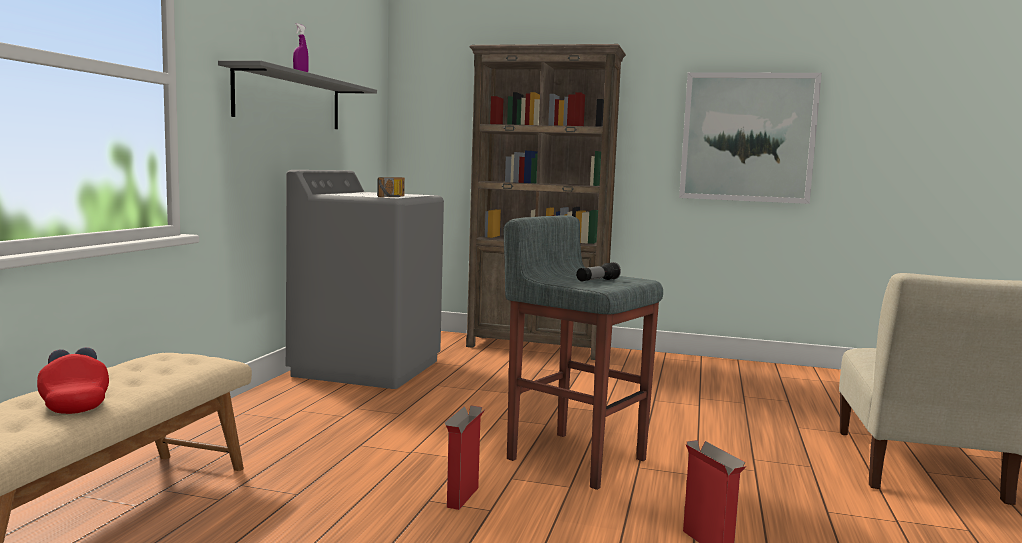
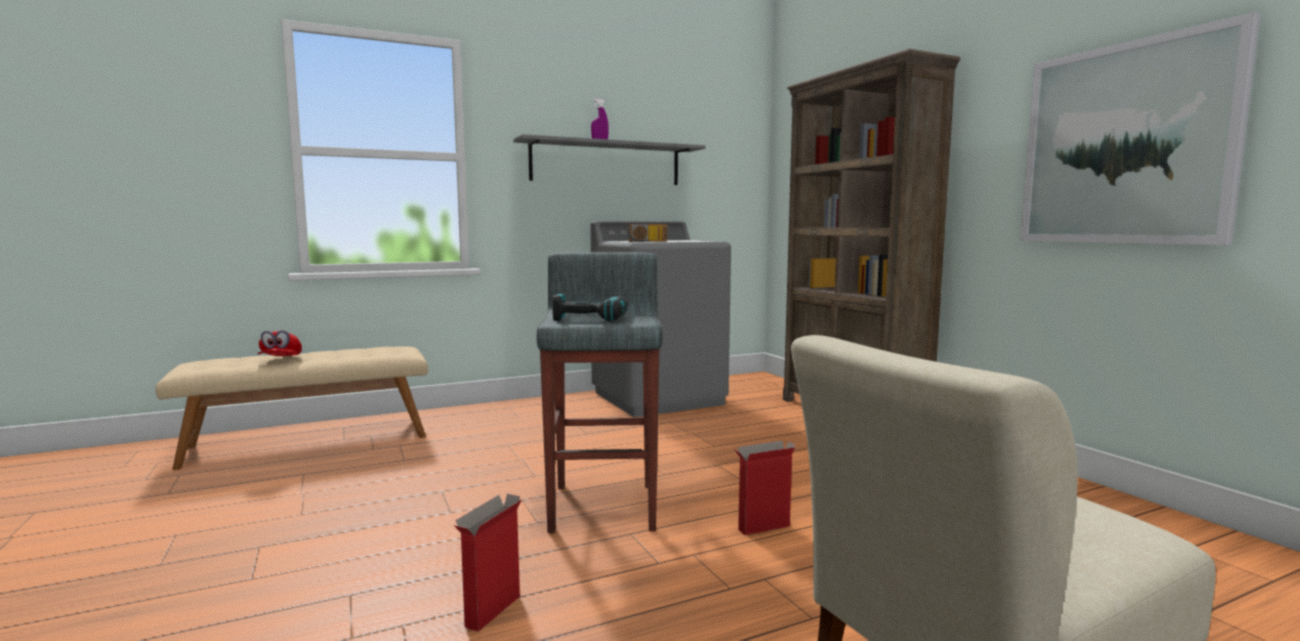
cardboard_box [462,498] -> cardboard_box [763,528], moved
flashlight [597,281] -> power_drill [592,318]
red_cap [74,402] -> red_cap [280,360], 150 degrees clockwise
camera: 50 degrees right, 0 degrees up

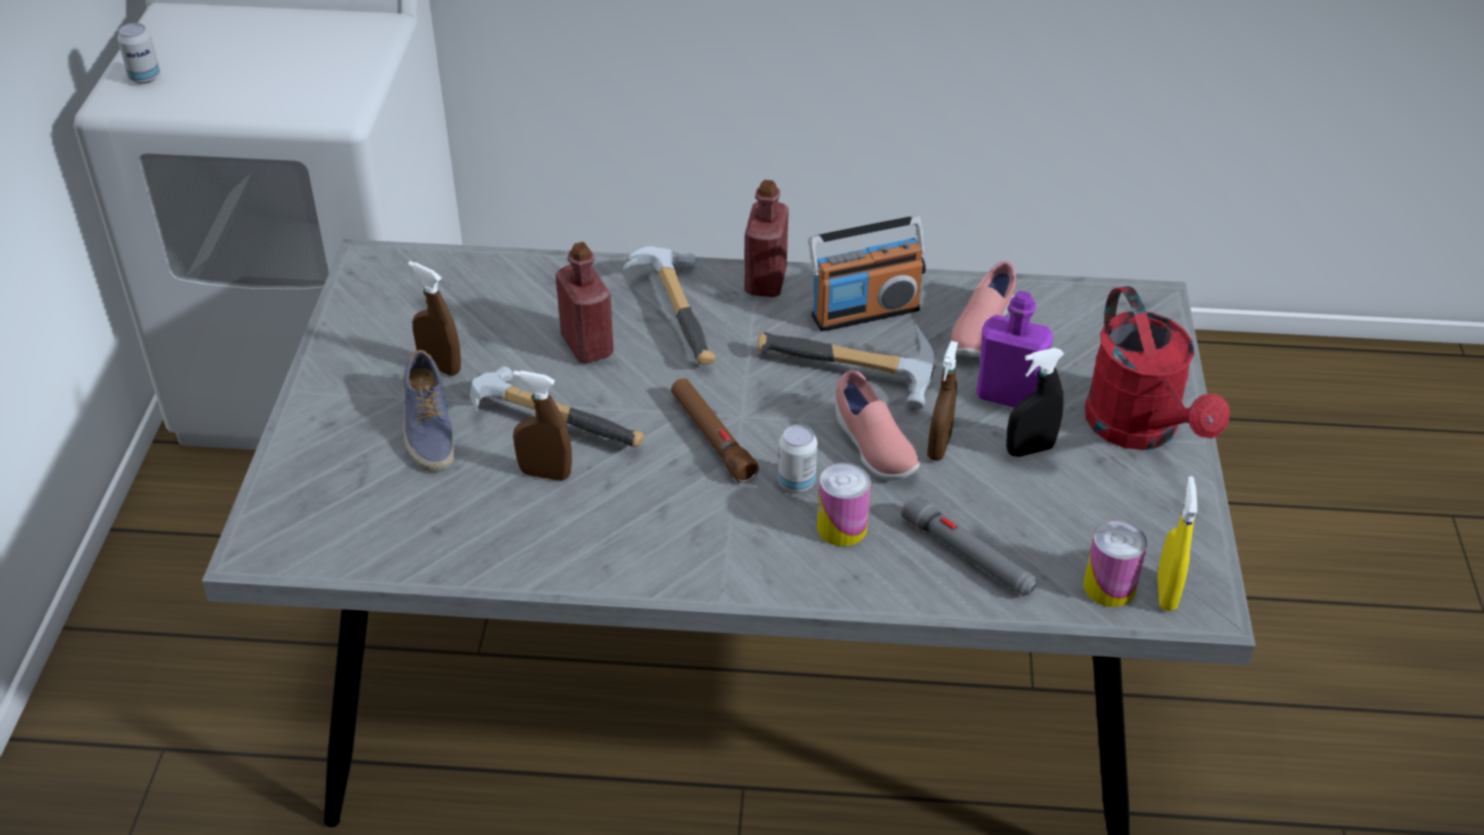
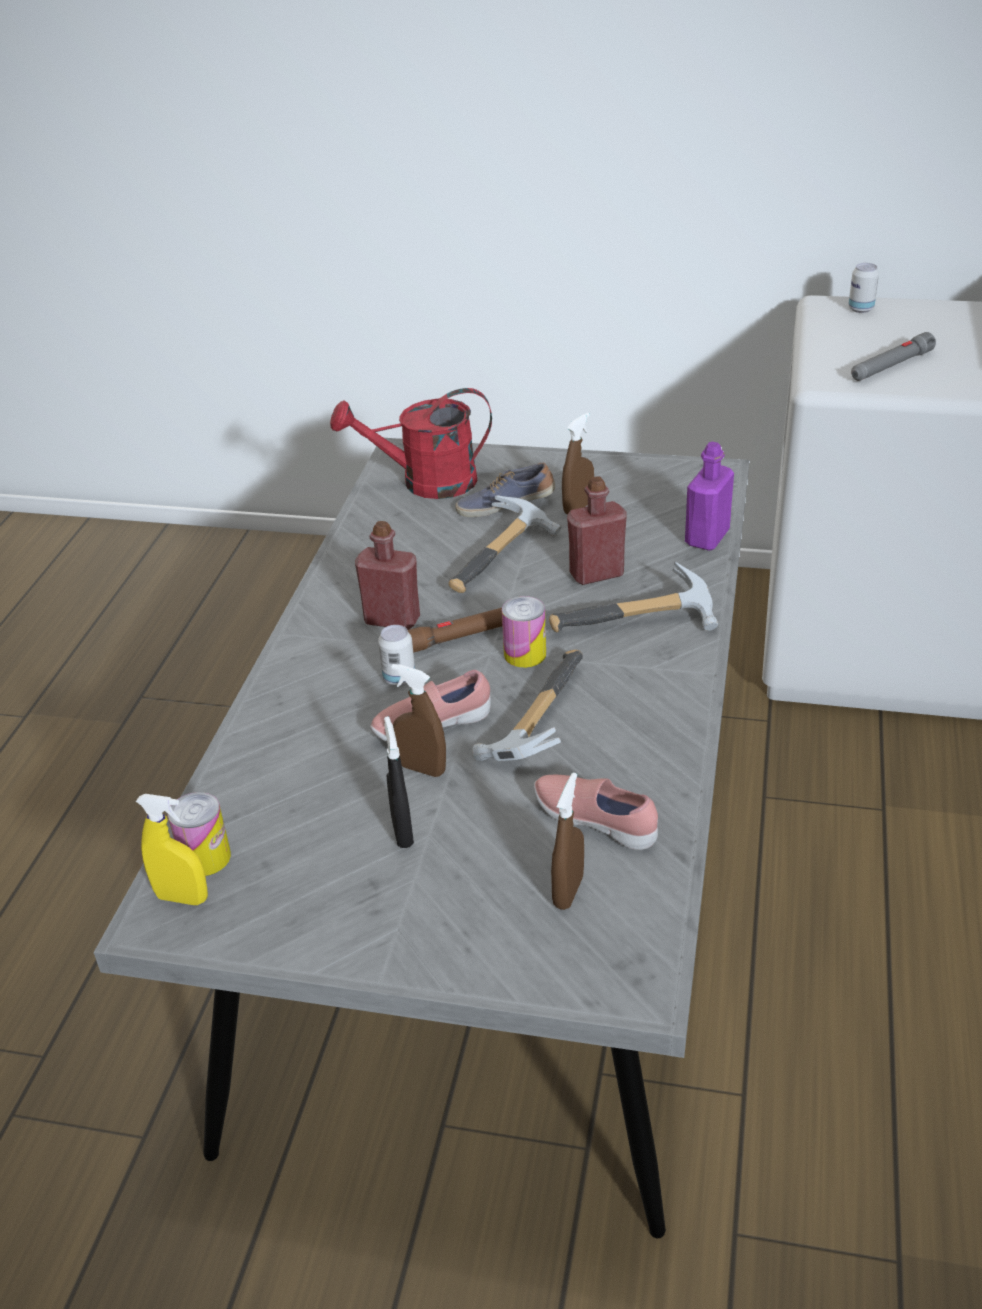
radio [865,312] -> none
brown_spray_bottle [545,474] -> brown_spray_bottle [568,891], moved
red_bottle [765,281] -> red_bottle [392,619], moved
can [842,528] -> can [525,654], moved
grey_flashlight [967,555] -> grey_flashlight [891,366], moved
purple_bottle [1007,395] -> purple_bottle [707,537], moved
red_watering_can [1140,430] -> red_watering_can [425,483], moved
camera: 100 degrees right, 5 degrees down

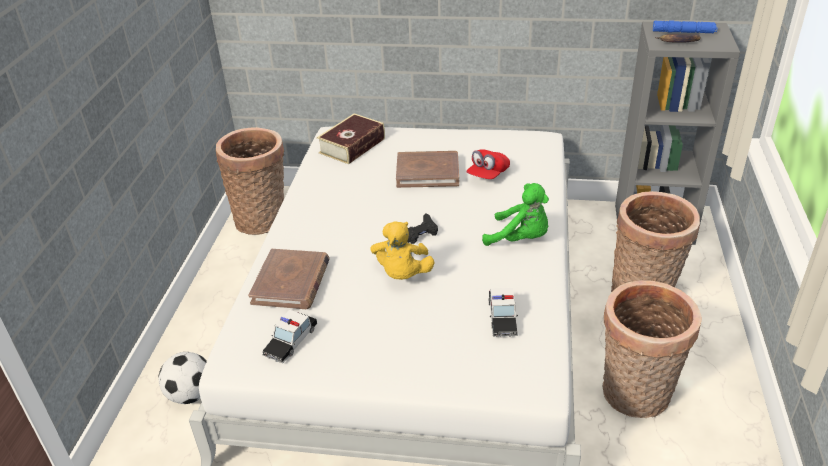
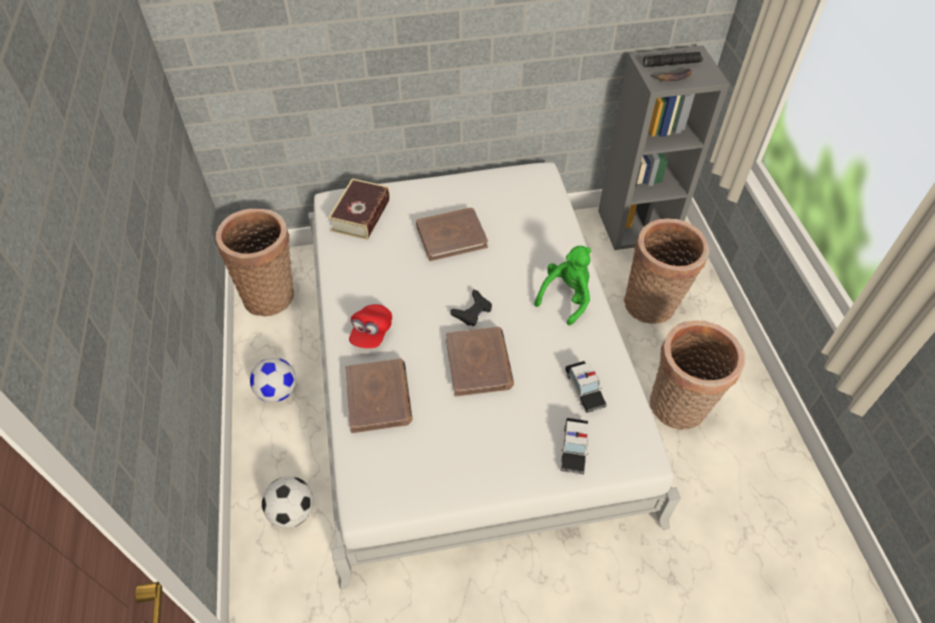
none -> football [277,391]
toy_car [291,341] -> toy_car [574,448], moved
red_cap [488,175] -> red_cap [371,333], moved
yellow_plush_toy [402,274] -> brown_book [479,363]
blue_flashlight [683,32] -> black_flashlight [671,64]
green_plush_toy [520,239] -> green_plush_toy [566,297], 60 degrees counterclockwise
camera: 20 degrees left, 15 degrees up

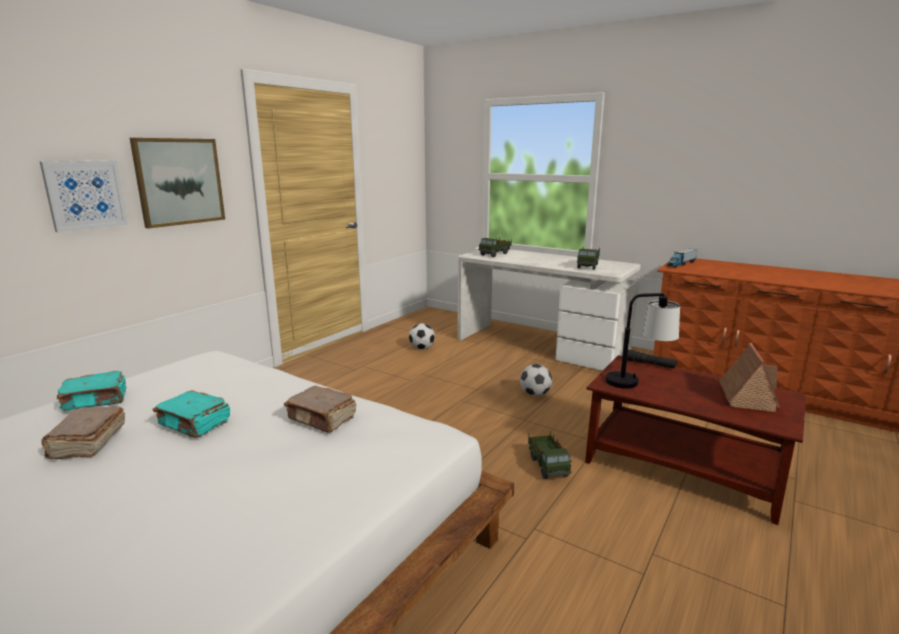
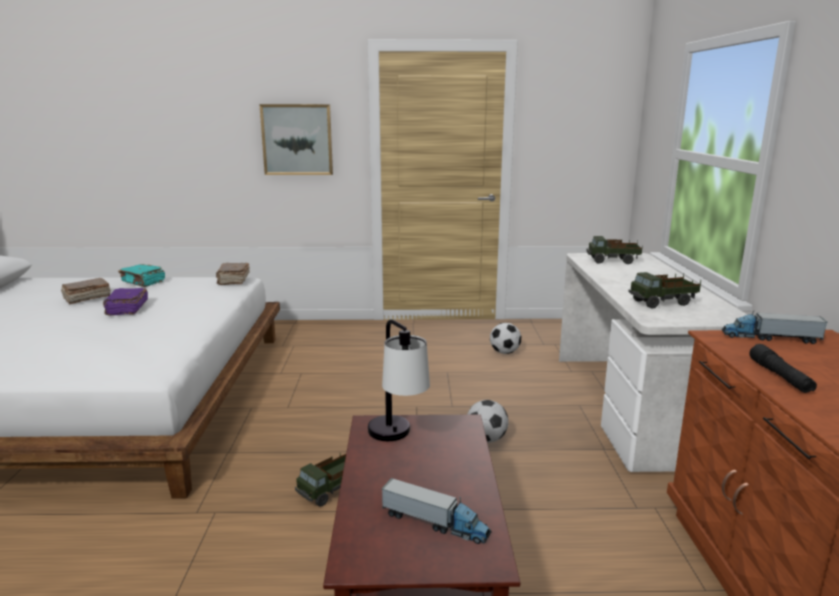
picture [85,195] -> none
brown_book [322,419] -> brown_book [233,280], moved
black_flashlight [649,364] -> black_flashlight [780,377], moved
toy_house [746,397] -> toy_truck [435,523]
turquoise_book [194,424] -> purple_book [127,309]
camera: 55 degrees right, 0 degrees up

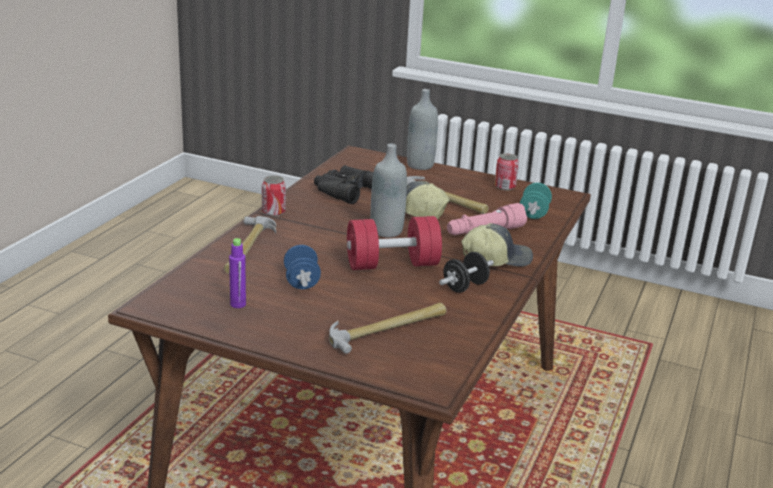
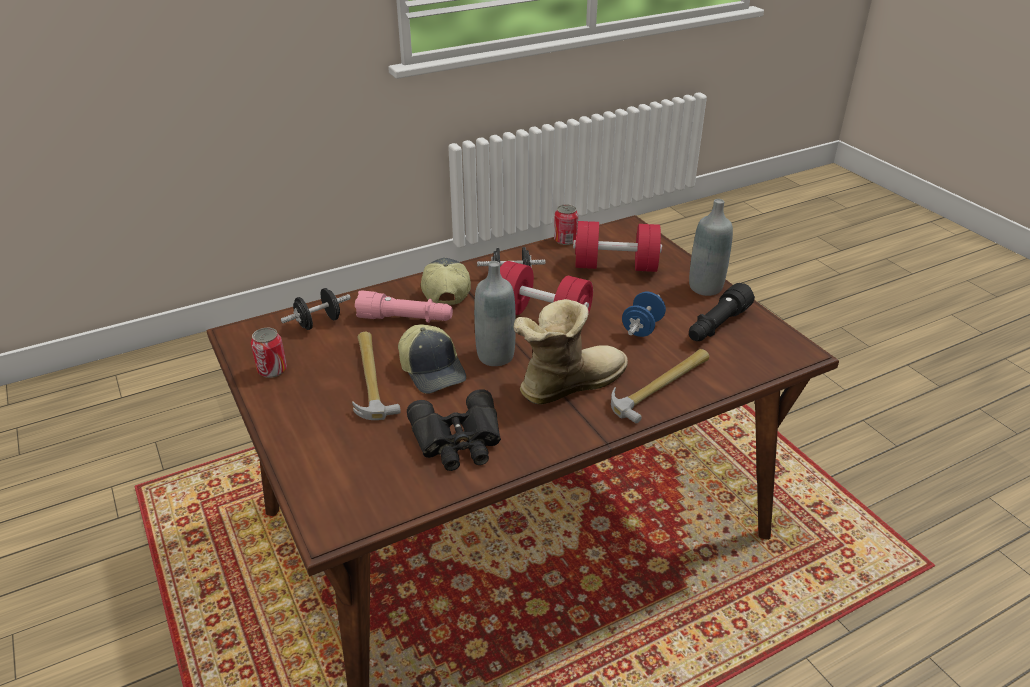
none -> boot [567,383]
can [273,212] -> can [565,240], moved
grey_bottle [420,165] -> grey_bottle [705,287], moved
purple_bottle [238,304] -> black_flashlight [717,325]
hammer [388,329] -> red_dumbbell [615,266]
turquoise_dumbbell [534,213] -> black_dumbbell [319,322]
cap [495,259] -> cap [444,290], 60 degrees clockwise
camera: 140 degrees left, 10 degrees up

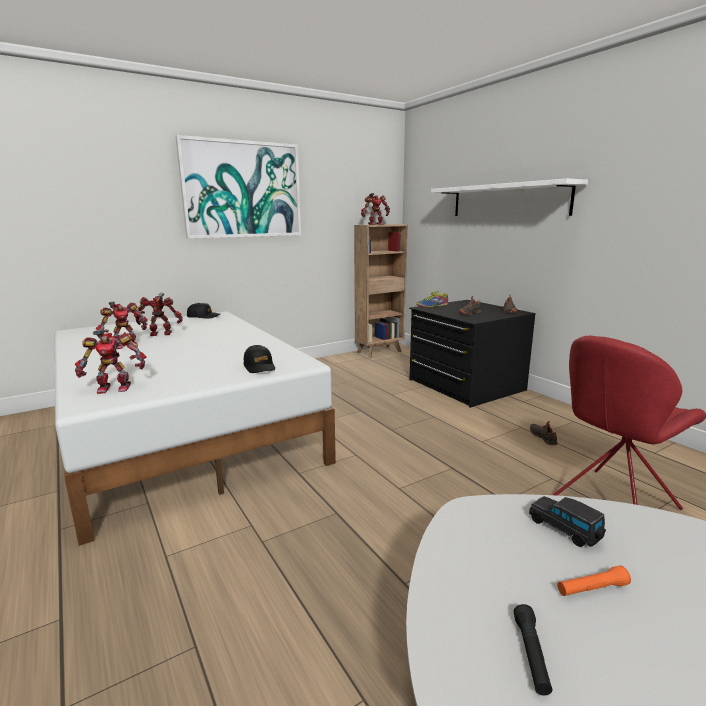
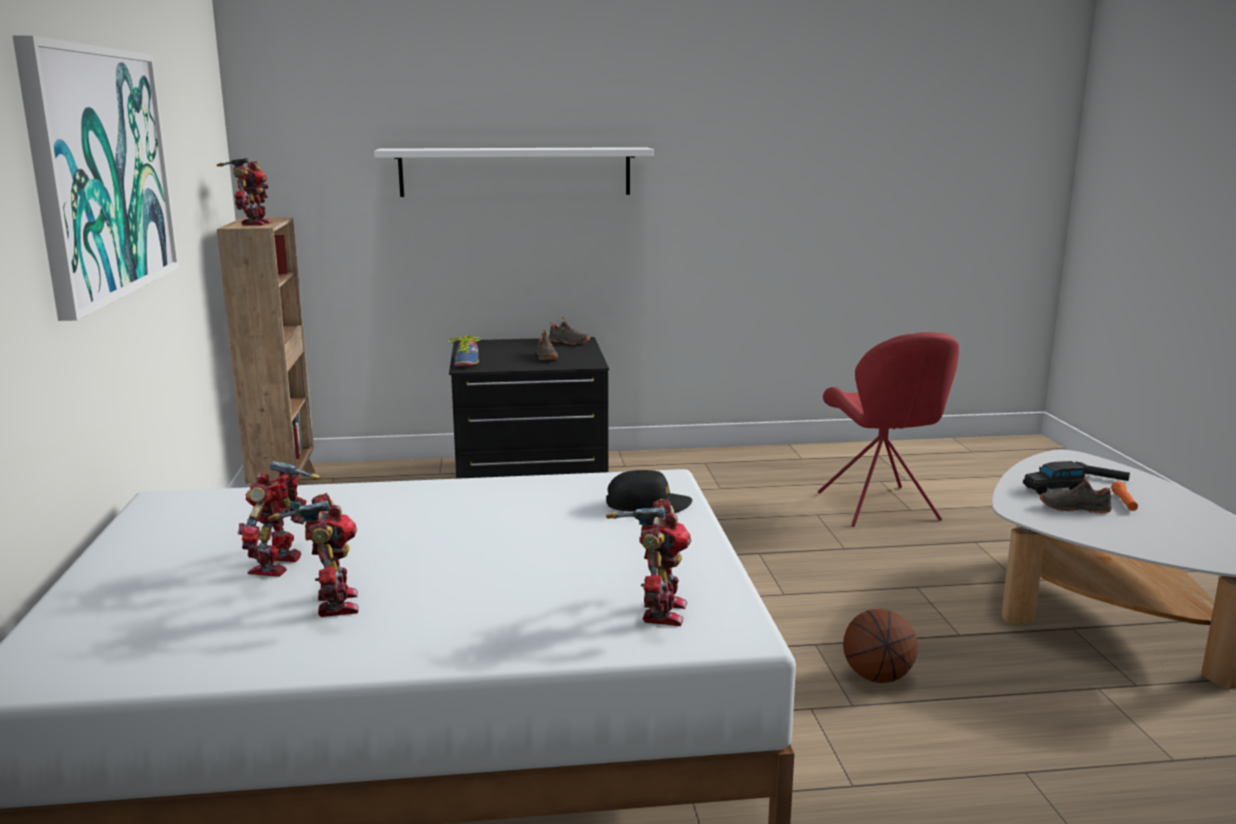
black_cap [203,316] -> none
none -> basketball [877,676]
black_flashlight [531,655] -> black_flashlight [1100,477], moved
black_shoe [543,437] -> black_shoe [1074,508], moved
camera: 65 degrees left, 0 degrees up

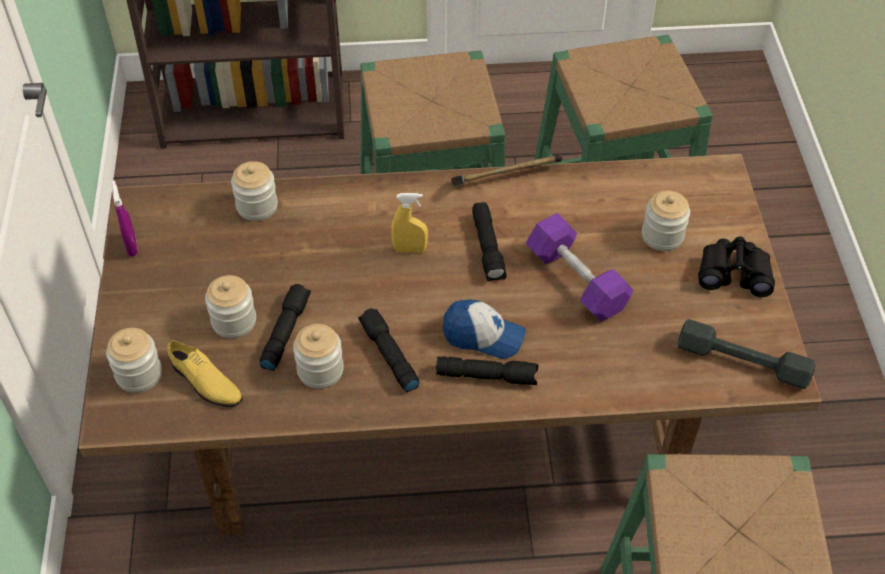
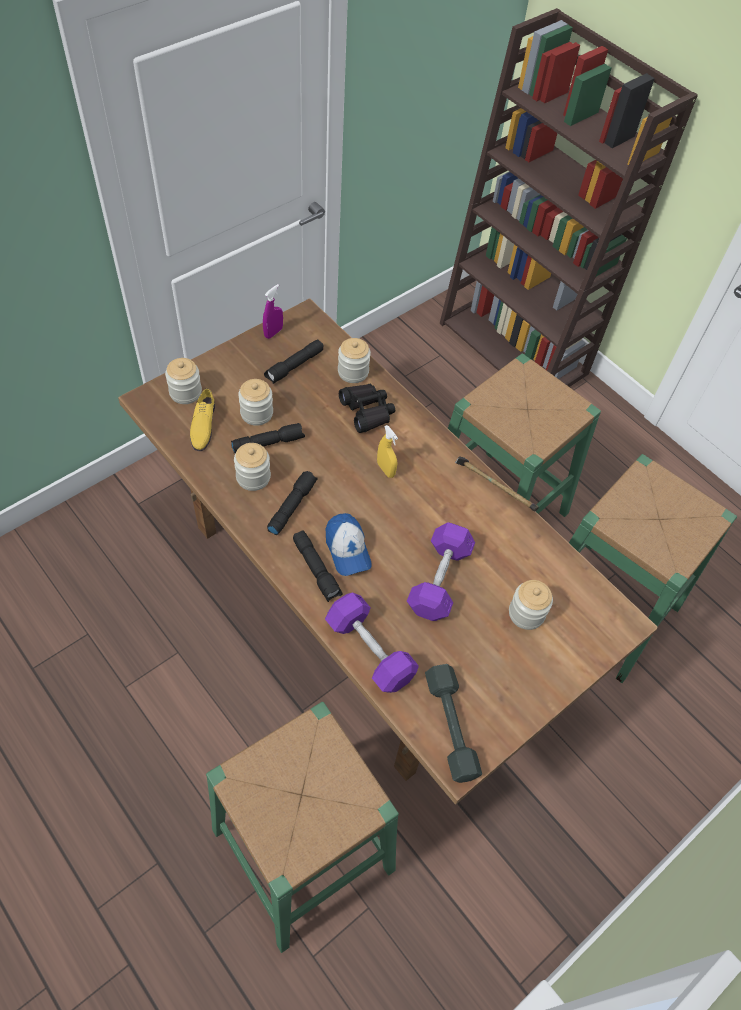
none -> purple_dumbbell [370,650]
black_flashlight [488,248] -> black_flashlight [294,366], moved
black_binoculars [734,273] -> black_binoculars [367,411], moved
camera: 50 degrees right, 5 degrees up

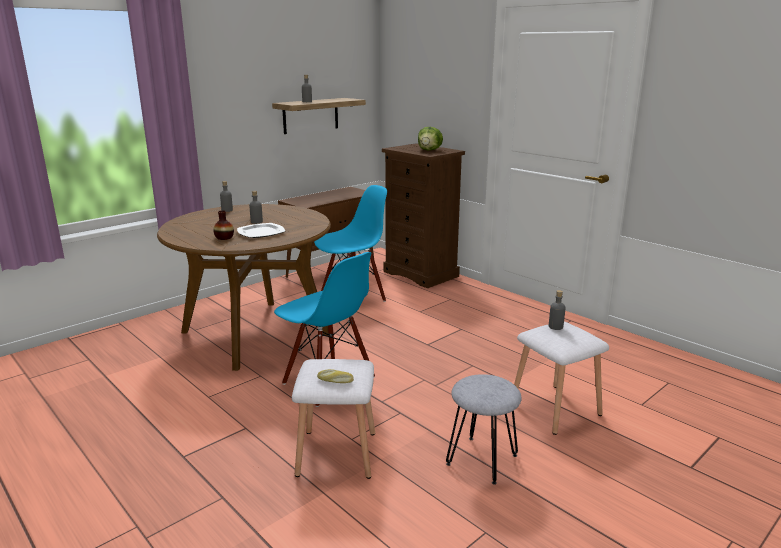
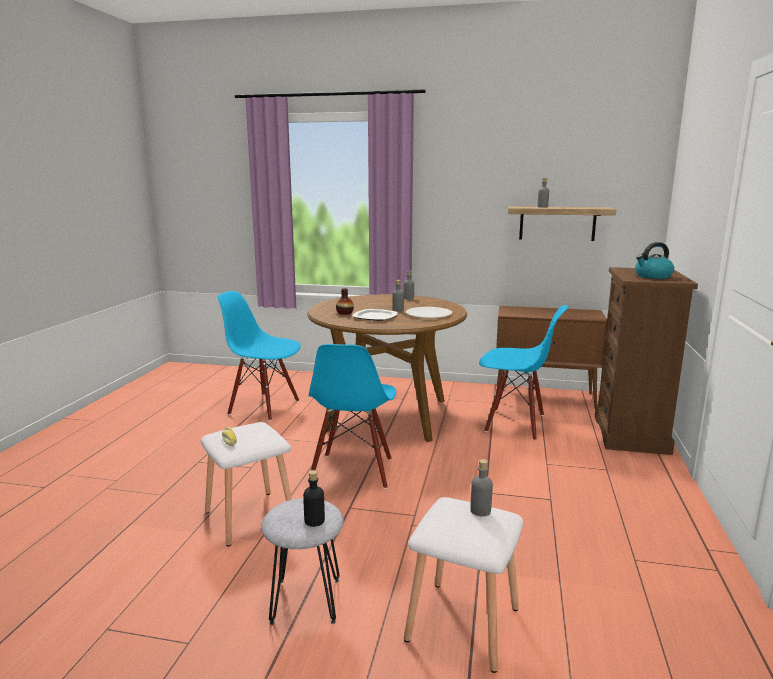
none -> blue_chair [264,407]
none -> black_bottle [314,521]
none -> white_plate [428,314]
lettuce [429,150] -> kettle [652,276]
camera: 55 degrees right, 5 degrees down

